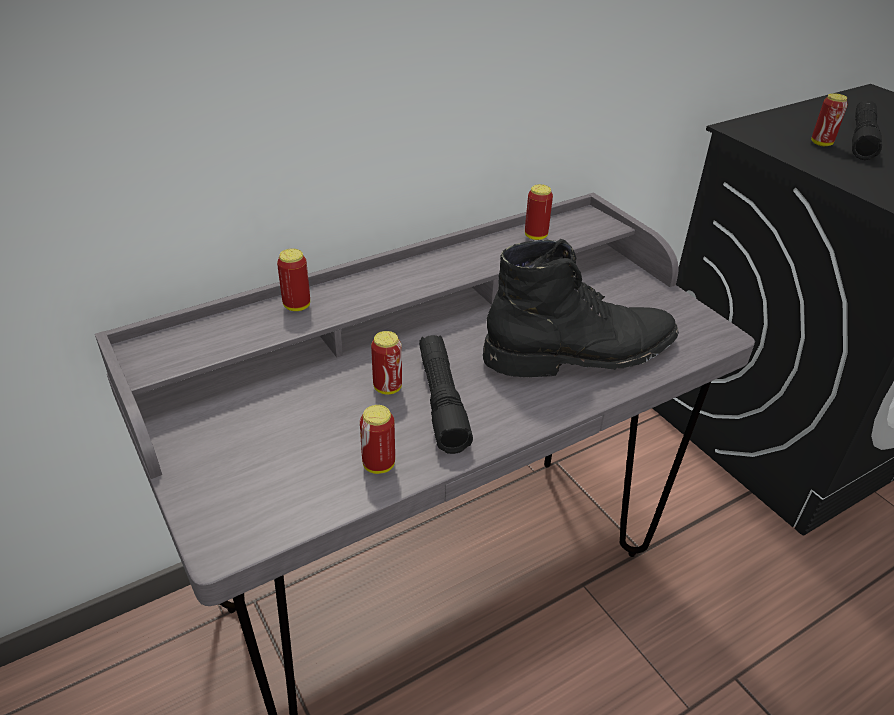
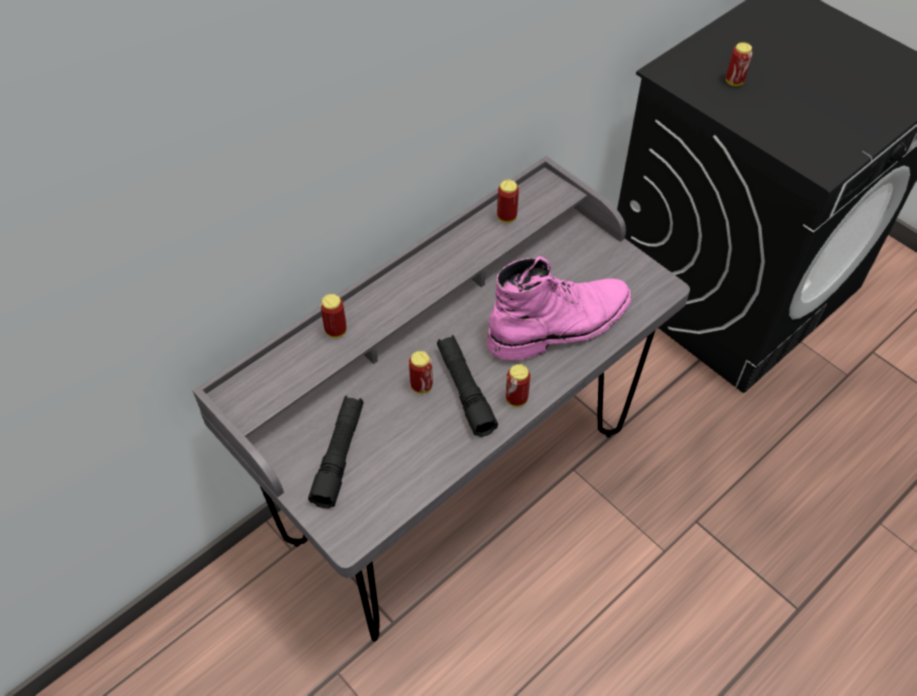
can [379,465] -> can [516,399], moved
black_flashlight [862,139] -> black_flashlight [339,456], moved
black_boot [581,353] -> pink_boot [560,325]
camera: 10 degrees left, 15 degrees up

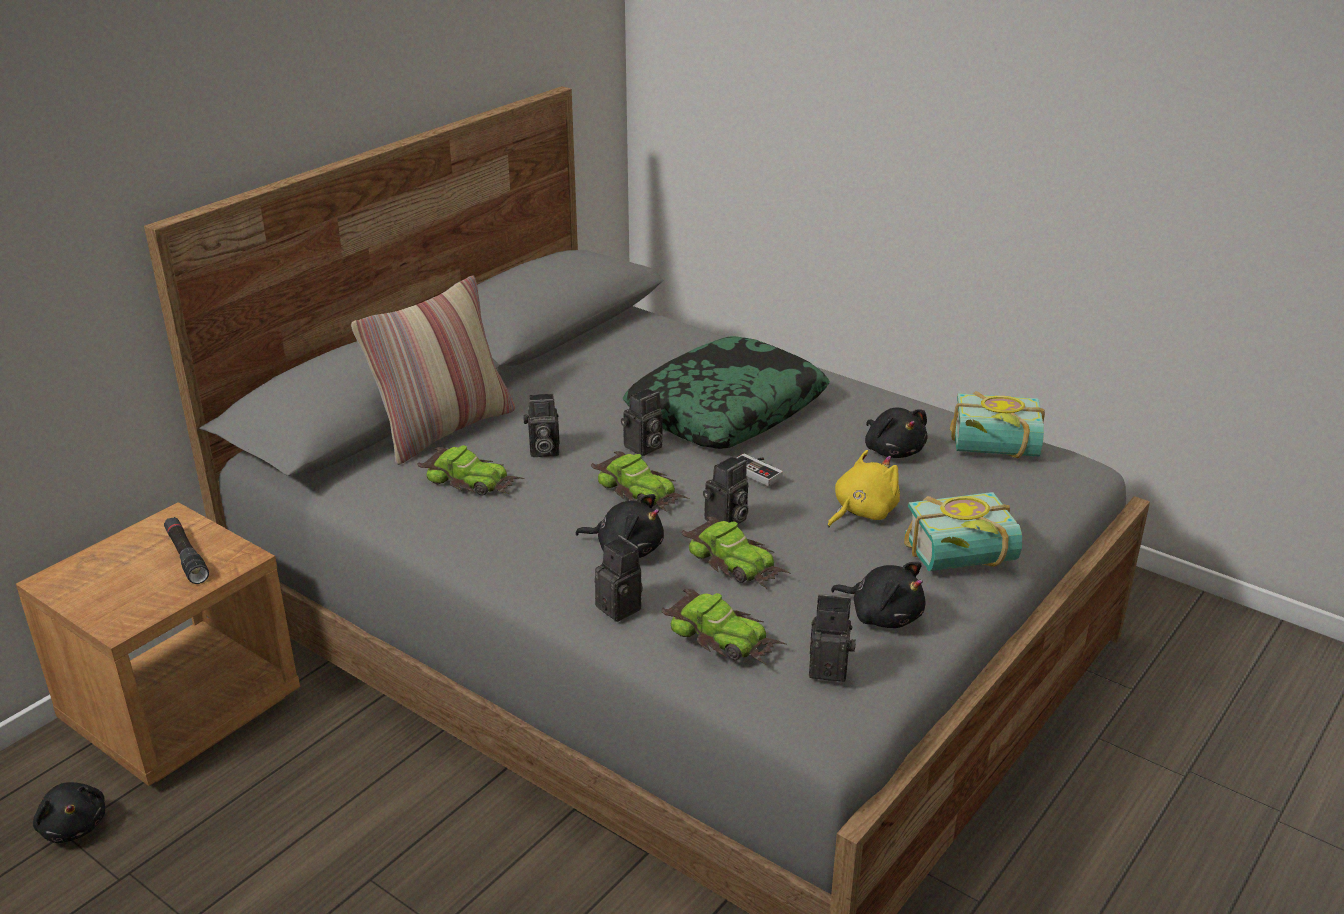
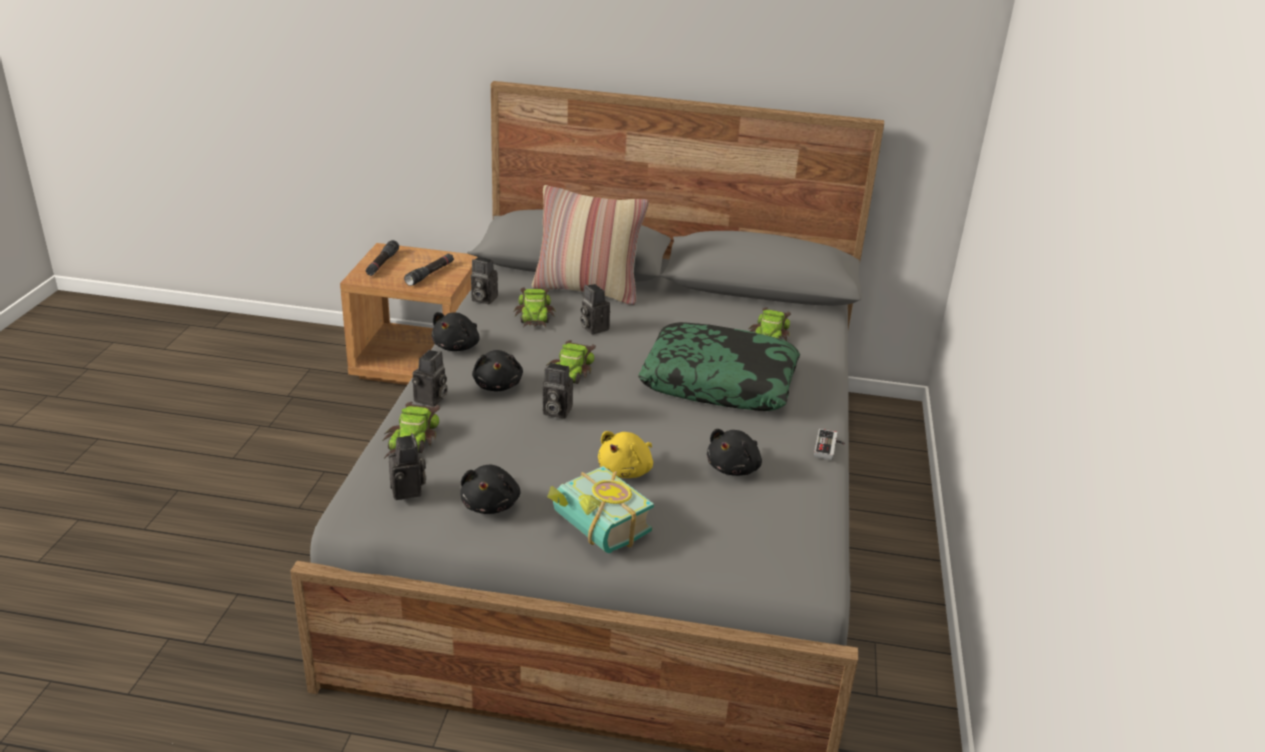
book [995,451] -> none
none -> black_flashlight [382,263]
black_plush_toy [74,825] -> black_plush_toy [457,346], moved
photo_camera [643,448] -> photo_camera [482,299], moved
toy_car [735,562] -> toy_car [769,336], moved
game_controller [759,471] -> game_controller [829,448], moved
yellow_plush_toy [862,512] -> yellow_plush_toy [627,470], 105 degrees clockwise
camera: 60 degrees right, 0 degrees up

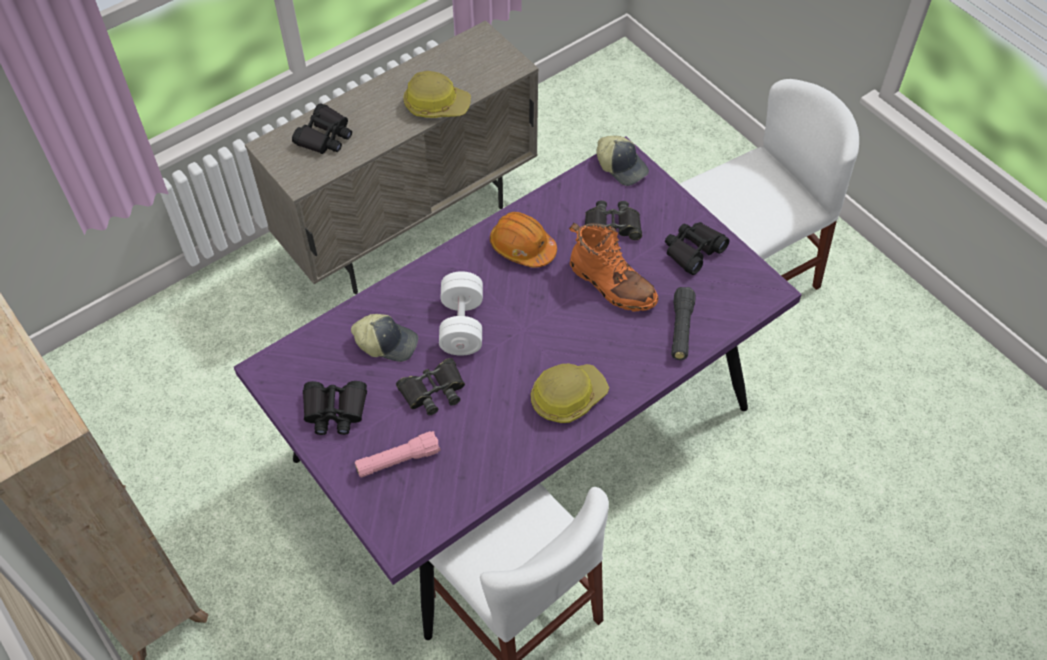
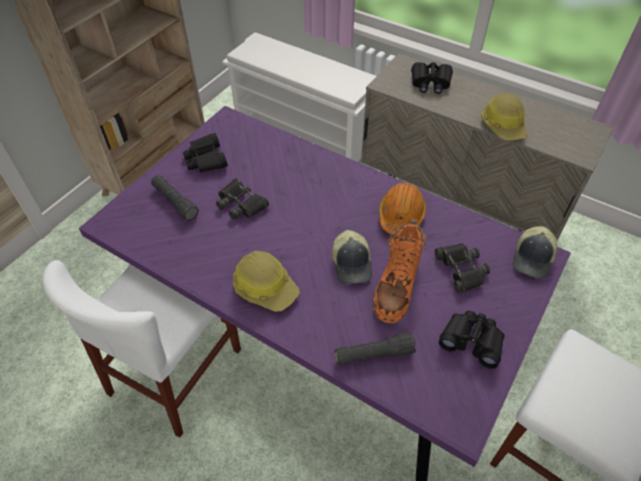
white_dumbbell [462,325] -> none
none -> white_shoe_rack [305,139]
cap [387,342] -> cap [352,263], moved
pink_flashlight [398,460] -> black_flashlight [175,202]
camera: 70 degrees right, 5 degrees down

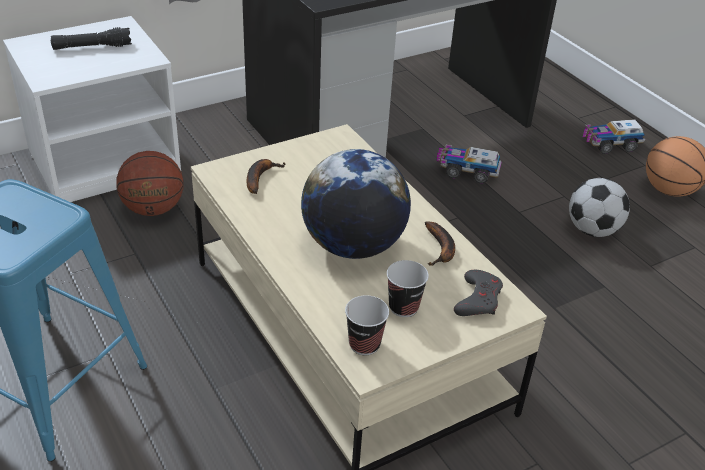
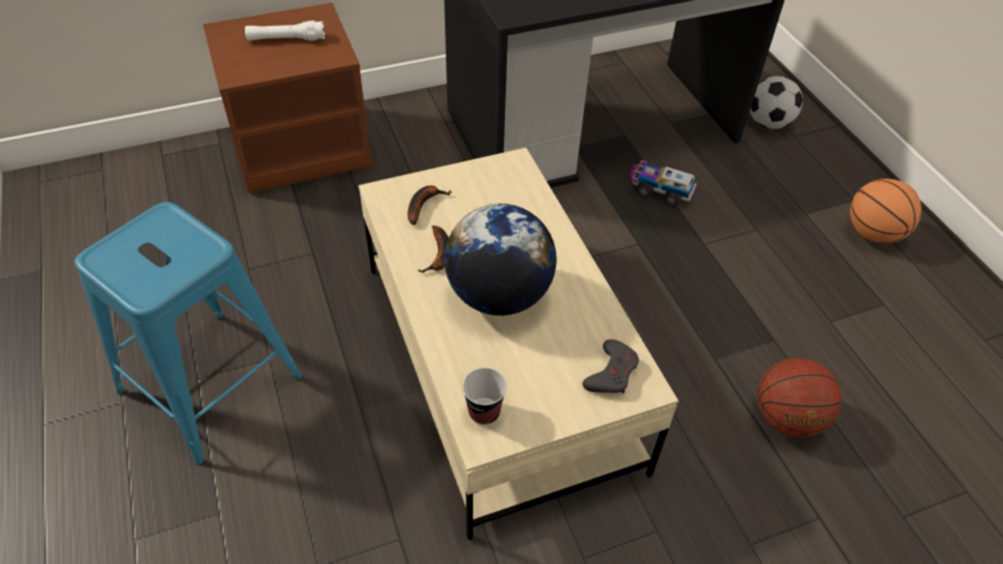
cup [403,307] -> none
toy_truck [610,145] -> none
basketball [153,209] -> basketball [786,418], moved
banana [441,249] -> banana [439,255], moved
football [592,230] -> football [768,123], moved
white_nightstand [105,160] -> brown_nightstand [301,146]
black_flashlight [92,47] -> white_flashlight [286,39]
camera: 10 degrees right, 10 degrees up

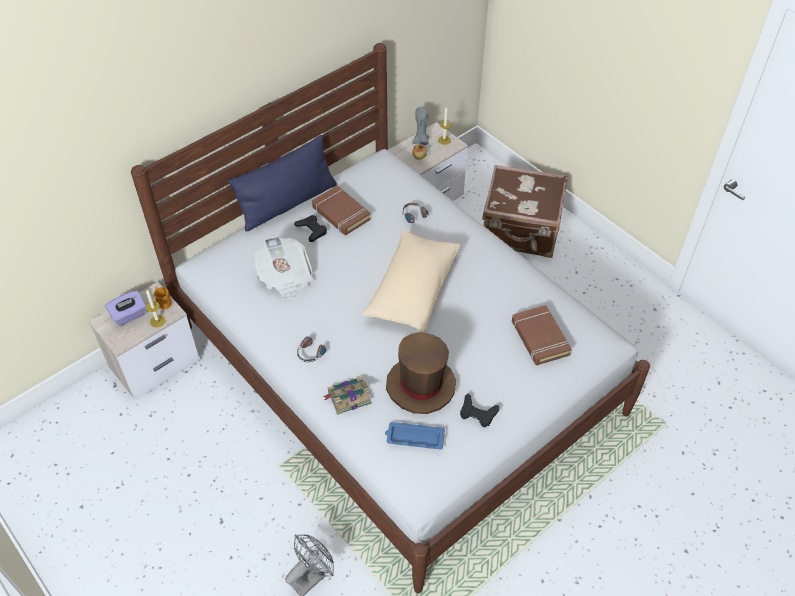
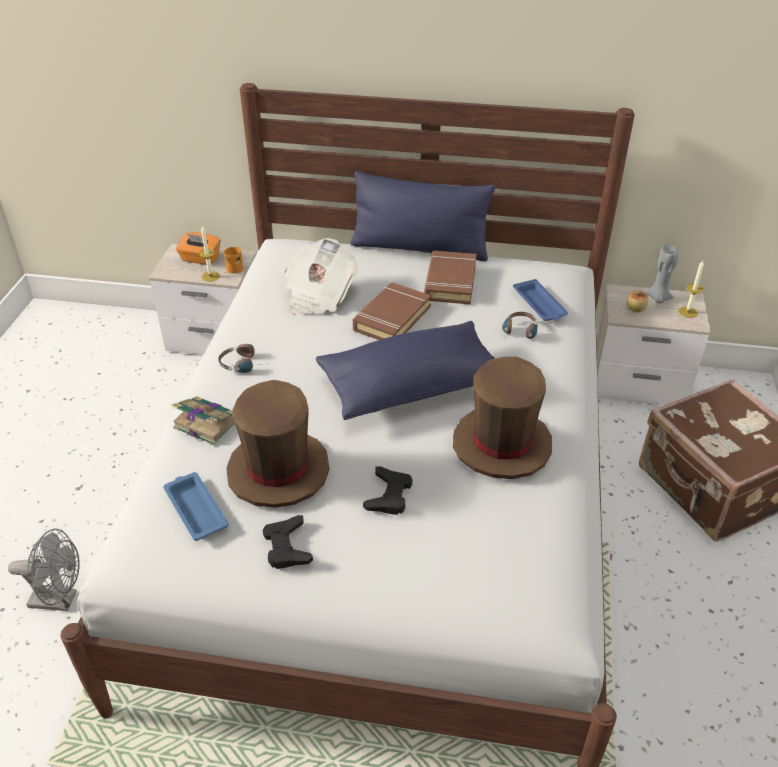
none -> brown_hat [501,444]
none -> blue_tray [540,305]
black_game_controller [311,230] -> black_game_controller [389,495], moved
brown_book [539,338] -> brown_book [391,318], moved
purple_tissue_box [129,315] -> orange_tissue_box [200,259]
beige_pillow [412,290] -> blue_pillow [412,387]
camera: 50 degrees right, 10 degrees down

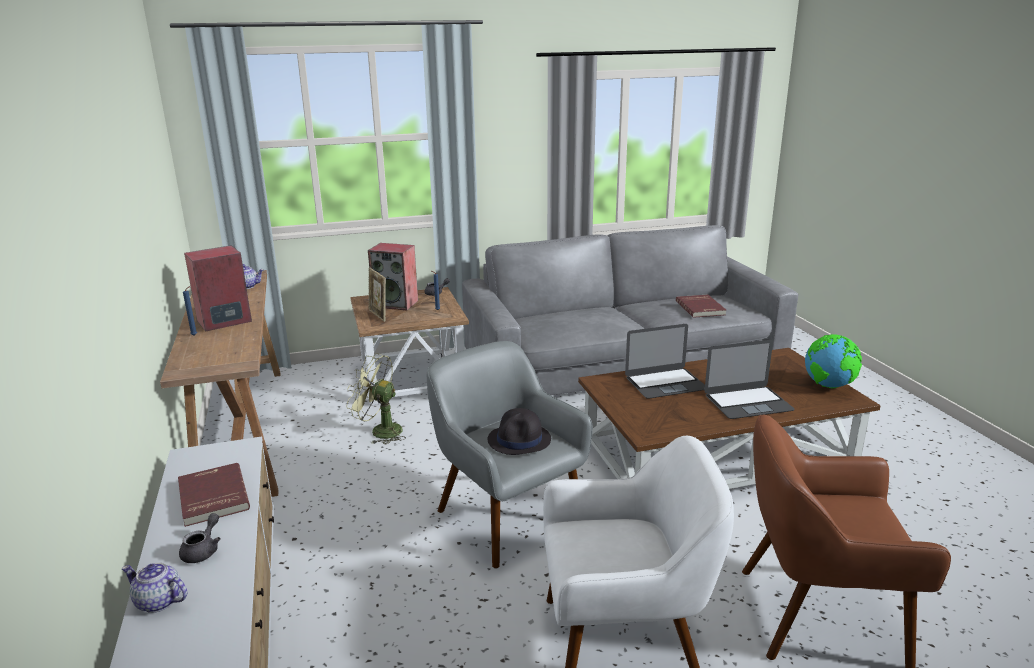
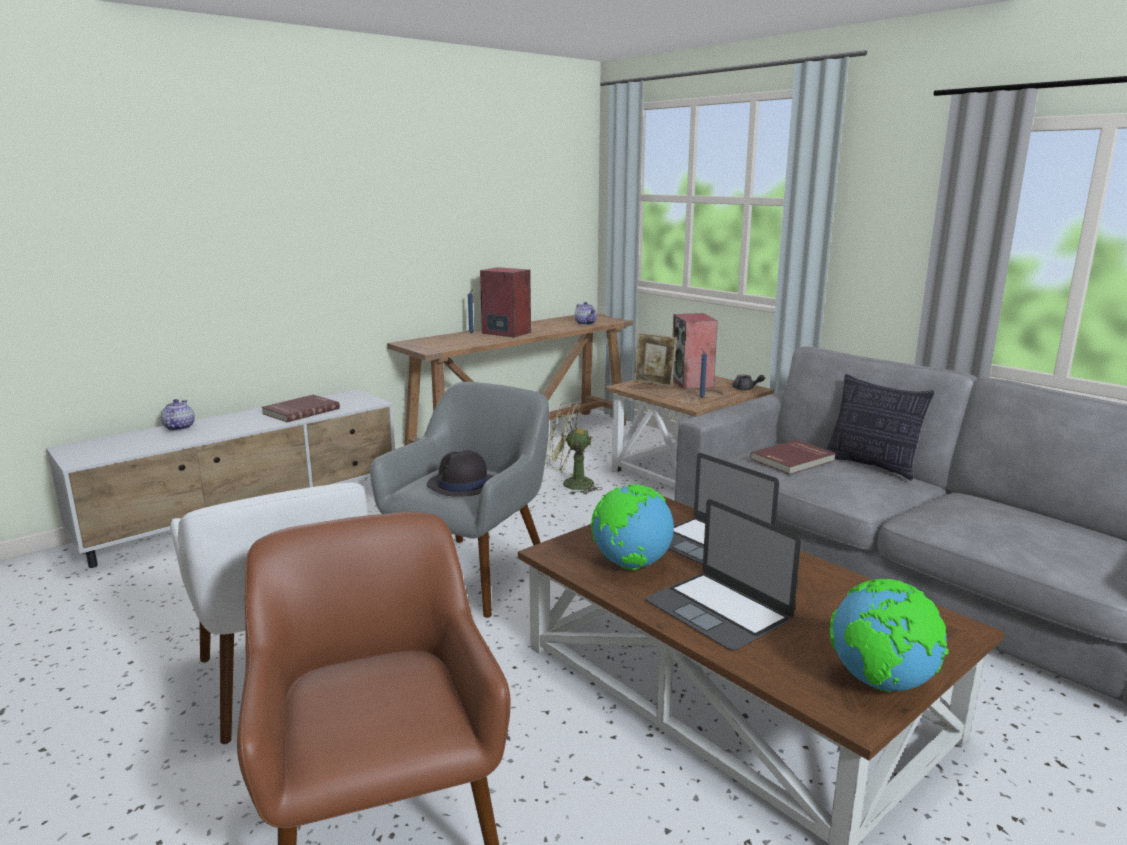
grey_teapot [203,550] -> none
none -> globe [630,565]
none -> pillow [871,466]
red_book [701,308] -> red_book [793,460], moved
green_fan [380,431] -> green_fan [570,484], 75 degrees counterclockwise
picture_frame [378,315] -> picture_frame [654,383], 90 degrees counterclockwise
camera: 65 degrees right, 5 degrees down

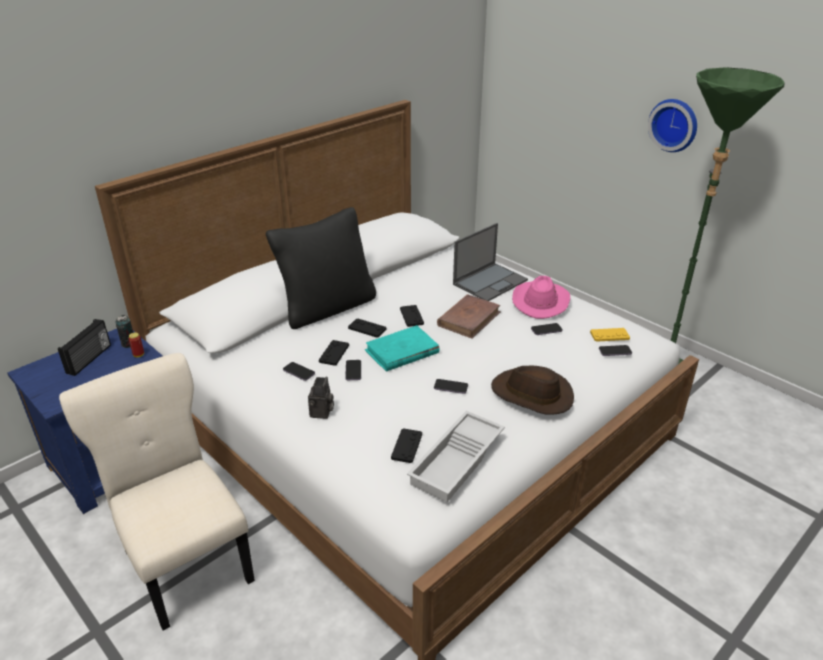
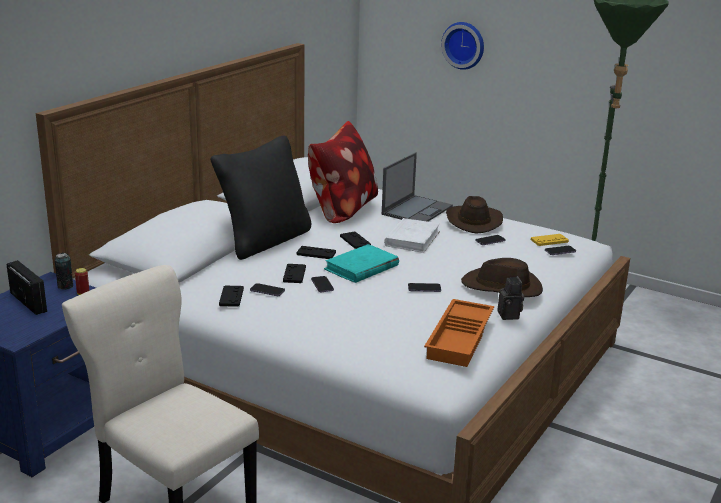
none -> pillow [342,210]
photo_camera [322,413] -> photo_camera [510,316], moved
black_game_controller [406,446] -> black_game_controller [231,297], moved
wall_clock [674,124] -> wall_clock [464,45], moved
white_tray [458,462] -> orange_tray [461,339]
brown_book [469,319] -> white_book [412,238]
pink_hat [540,301] -> brown_hat [473,221]
radio [90,359] -> radio [29,302], 45 degrees counterclockwise
camera: 15 degrees left, 10 degrees down

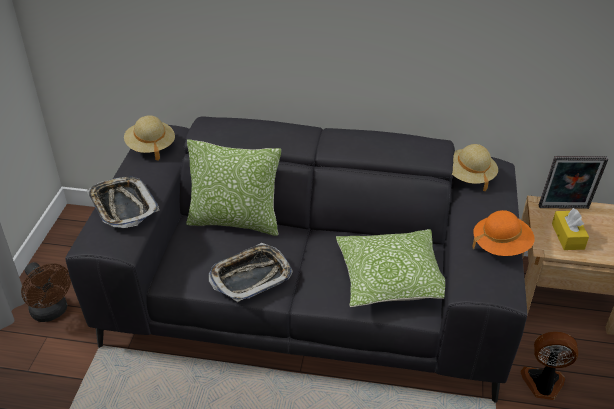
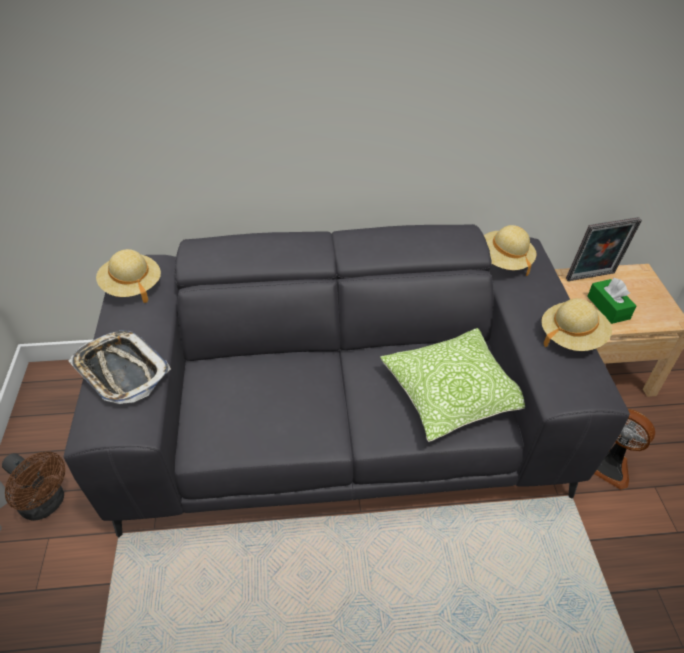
pillow [235,221] -> none
tray [250,276] -> none
orange_hat [501,246] -> beige_hat [571,337]
yellow_tissue_box [567,236] -> green_tissue_box [608,307]
fan [543,384] -> fan [609,466], 135 degrees counterclockwise
camera: 15 degrees left, 5 degrees up

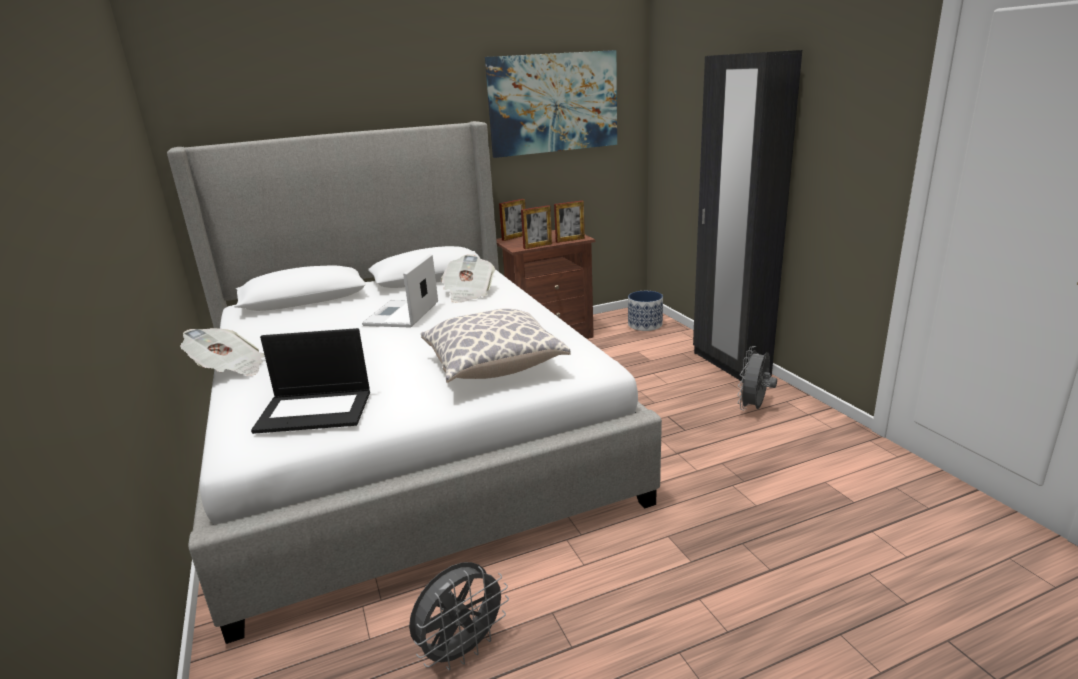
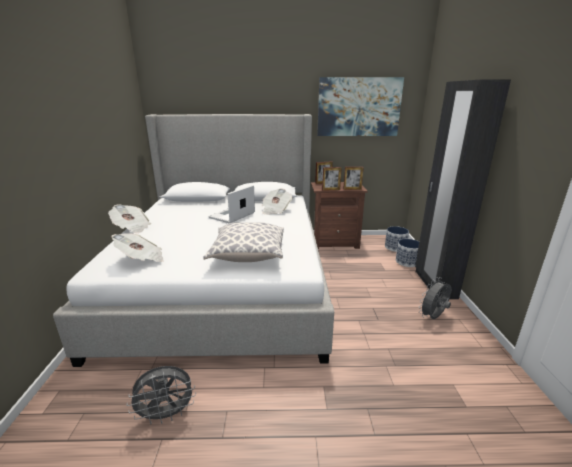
none -> planter [407,262]
laptop [316,410] -> newspaper [141,259]
camera: 20 degrees right, 0 degrees up

